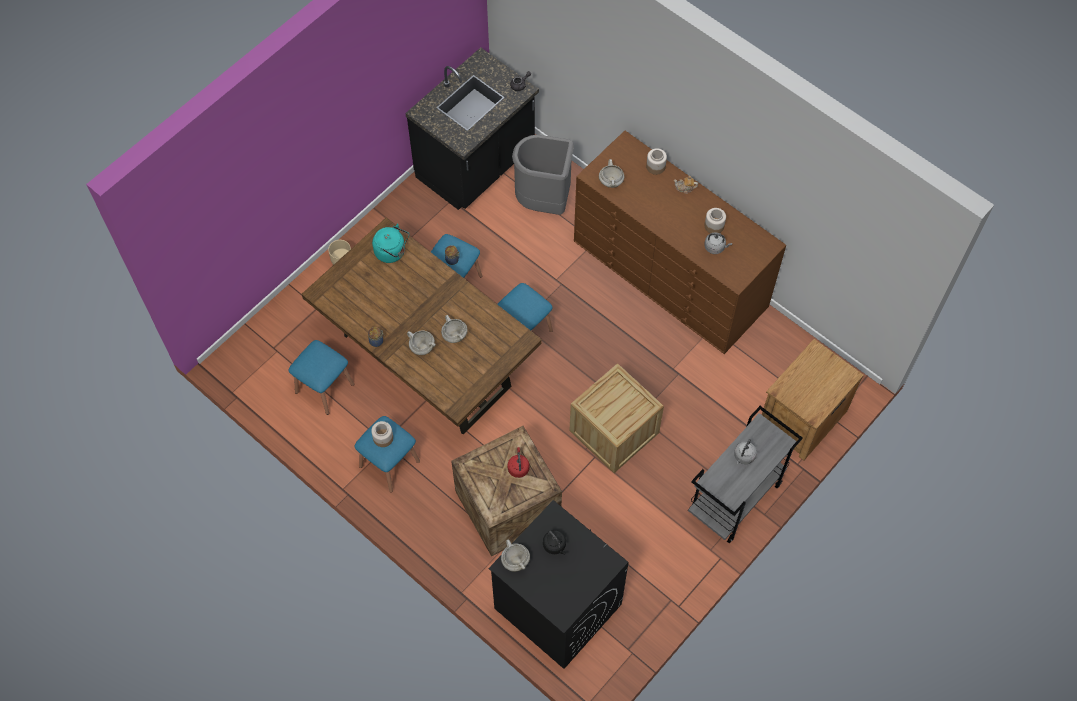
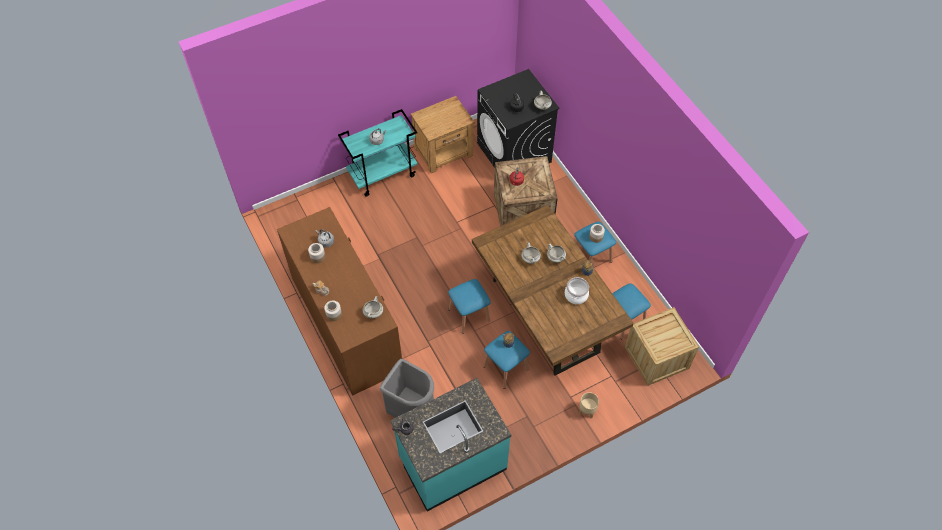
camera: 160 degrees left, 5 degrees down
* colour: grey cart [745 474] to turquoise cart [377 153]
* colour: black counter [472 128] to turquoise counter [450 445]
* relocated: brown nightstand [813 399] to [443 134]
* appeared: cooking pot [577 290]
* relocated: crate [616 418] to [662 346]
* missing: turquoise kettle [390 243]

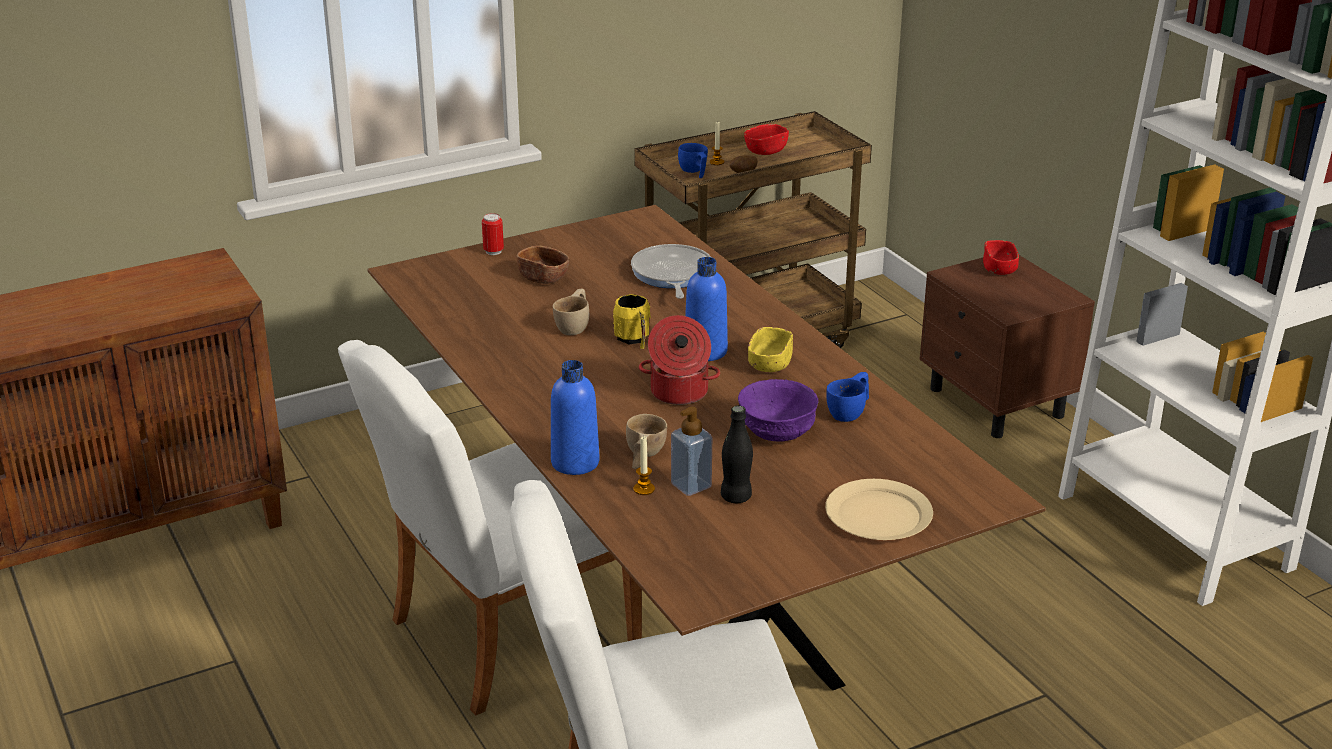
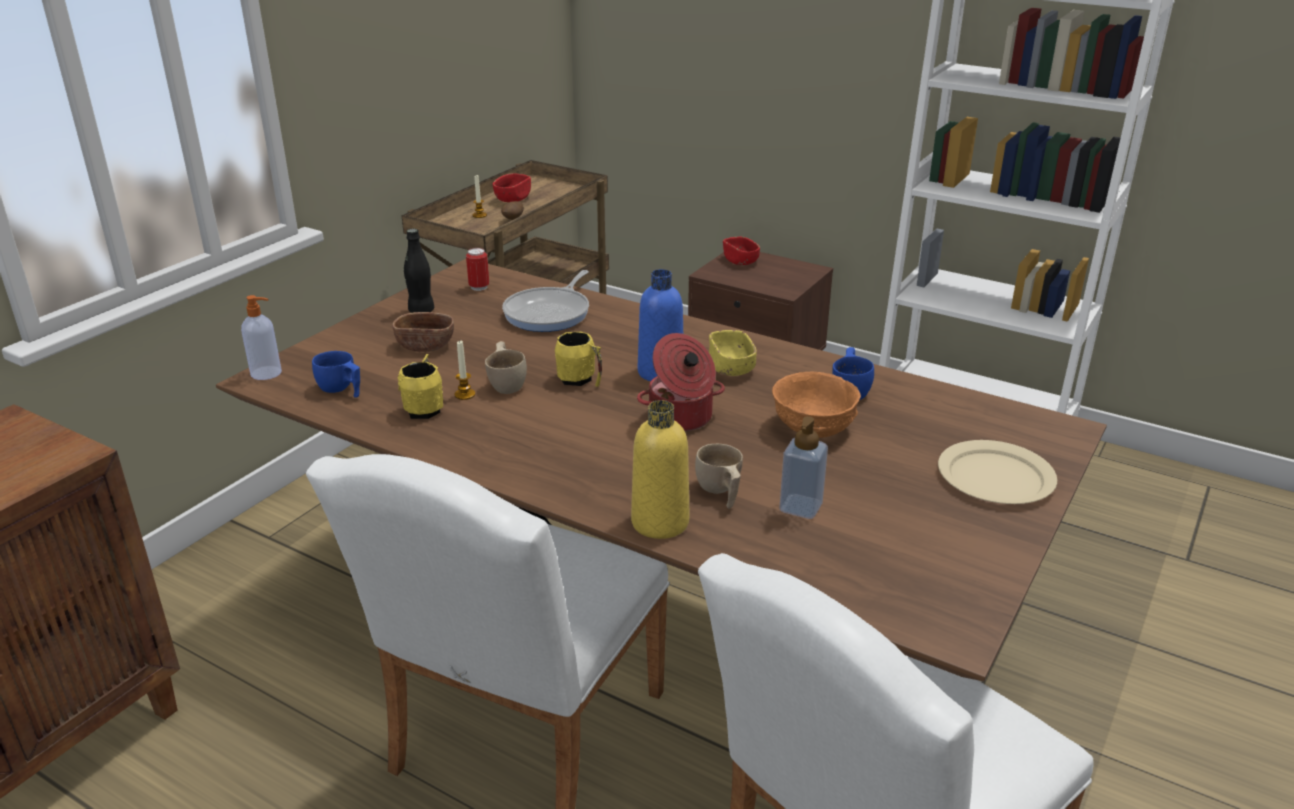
camera: 30 degrees left, 0 degrees up
* appeared: soap dispenser [261 337]
* relocated: blue cup [693 160] to [336 374]
* appeared: yellow mug [421 386]
* relocated: black bottle [737 454] to [419 271]
* relocated: candle [644 465] to [465 370]
* relocated: can [493 234] to [477 269]
* spun: frying pan [671 271] = [545 301] 120 degrees counterclockwise
* colour: blue bottle [575 417] to yellow bottle [660 469]
* colour: purple bowl [778 410] to orange bowl [816 405]

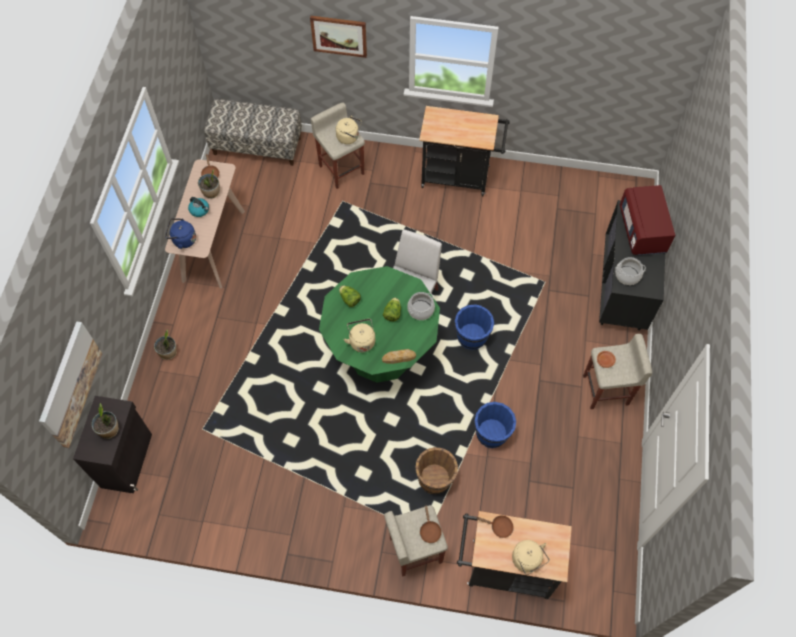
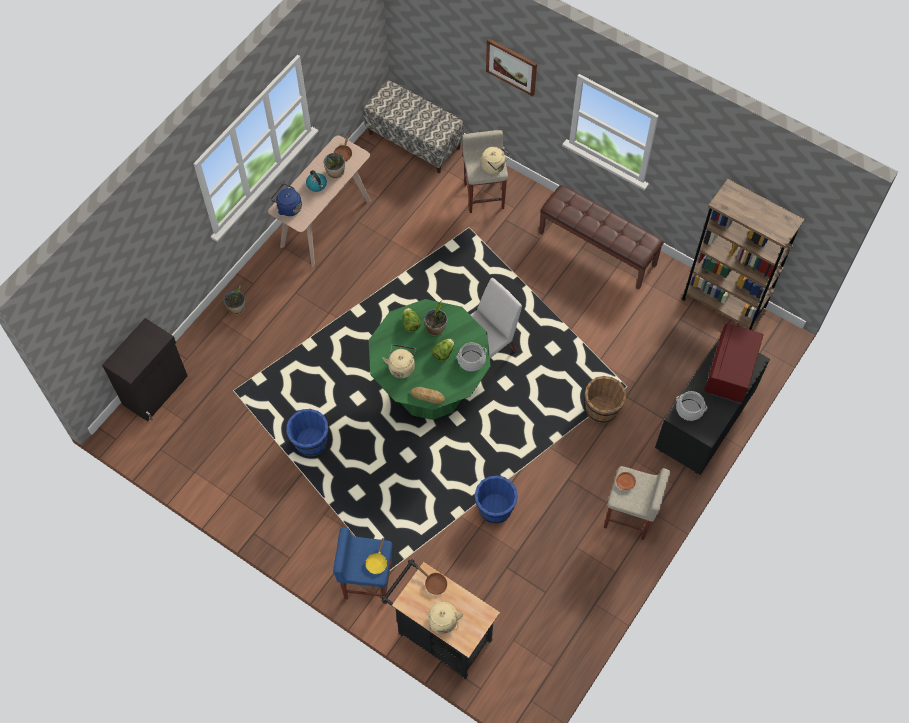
camera: 25 degrees right, 0 degrees up
* relocated: blue bucket [474 327] to [307 433]
* colour: beige stool [416 541] to blue stool [362 565]
* colour: brown frying pan [431 524] to yellow frying pan [376 556]
* relocated: potted plant [105 421] to [435 318]
* exchanged: black cart [464 151] to brown bench [601 237]
* relocated: brown bucket [436 470] to [605 400]
* appeared: brown bookcase [743 254]
* missing: picture [71 384]

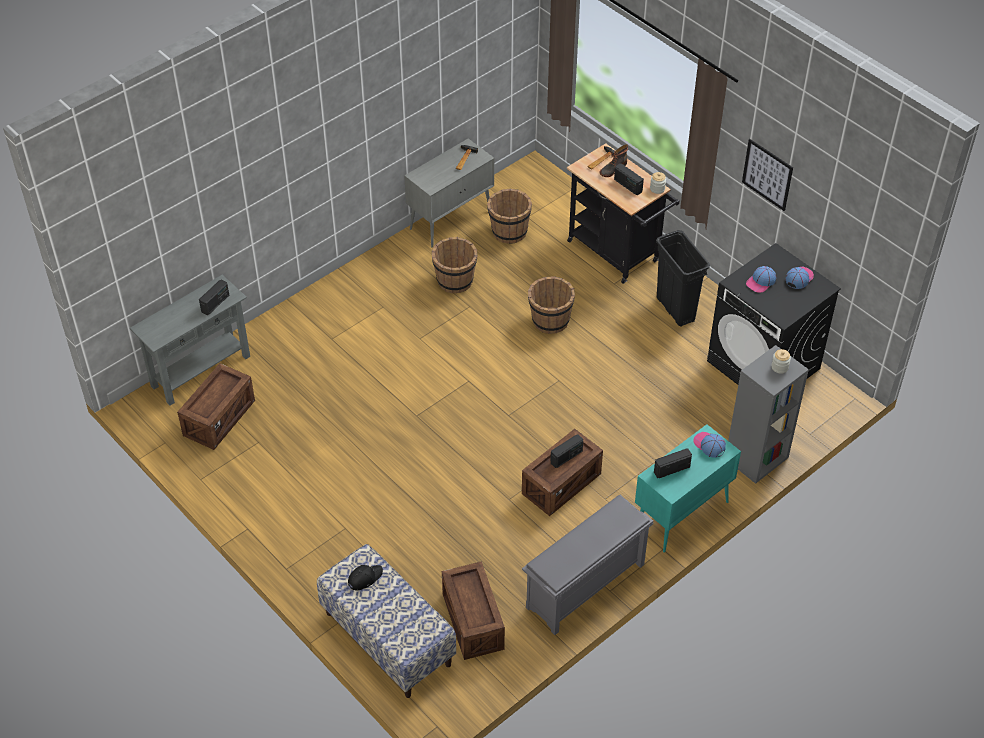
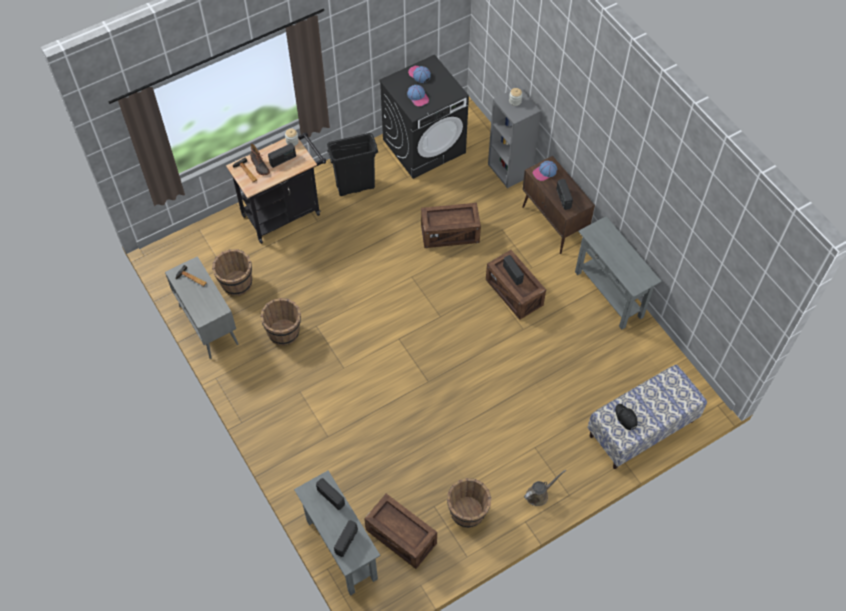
camera: 80 degrees left, 10 degrees up
* appeared: radio [346 538]
* relocated: crate [473 610] to [451 225]
* relocated: brown bucket [551 305] to [469 503]
* colour: turquoise cabinet [688 488] to brown cabinet [558 205]
* appeared: brown watering can [545 487]
* exchanged: grey shoe rack [587 565] to grey console table [618 272]
* missing: picture [767 175]

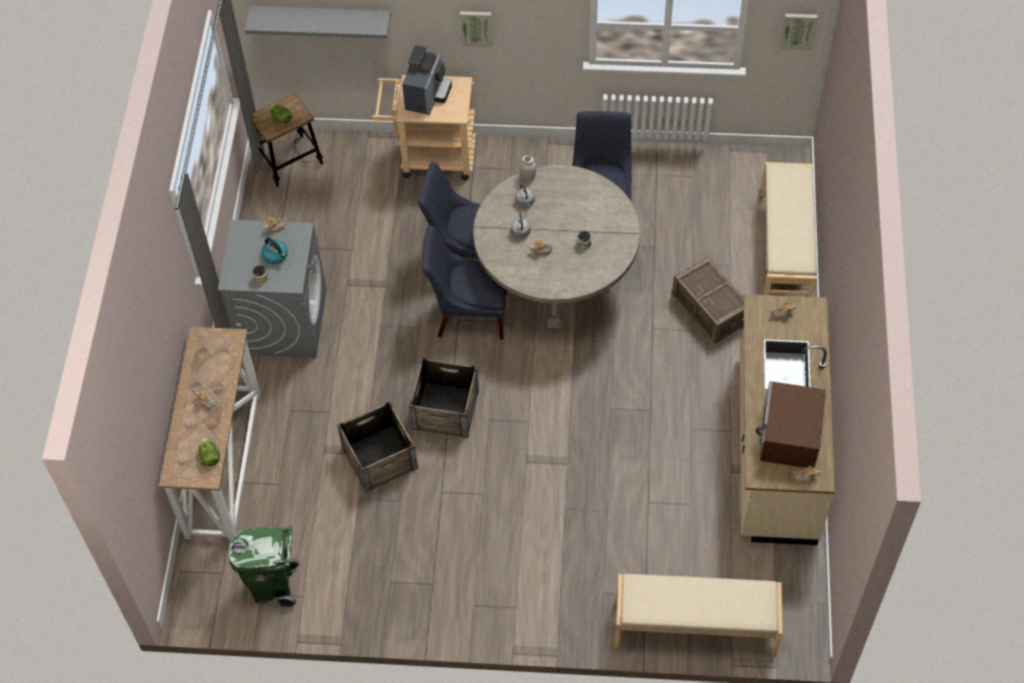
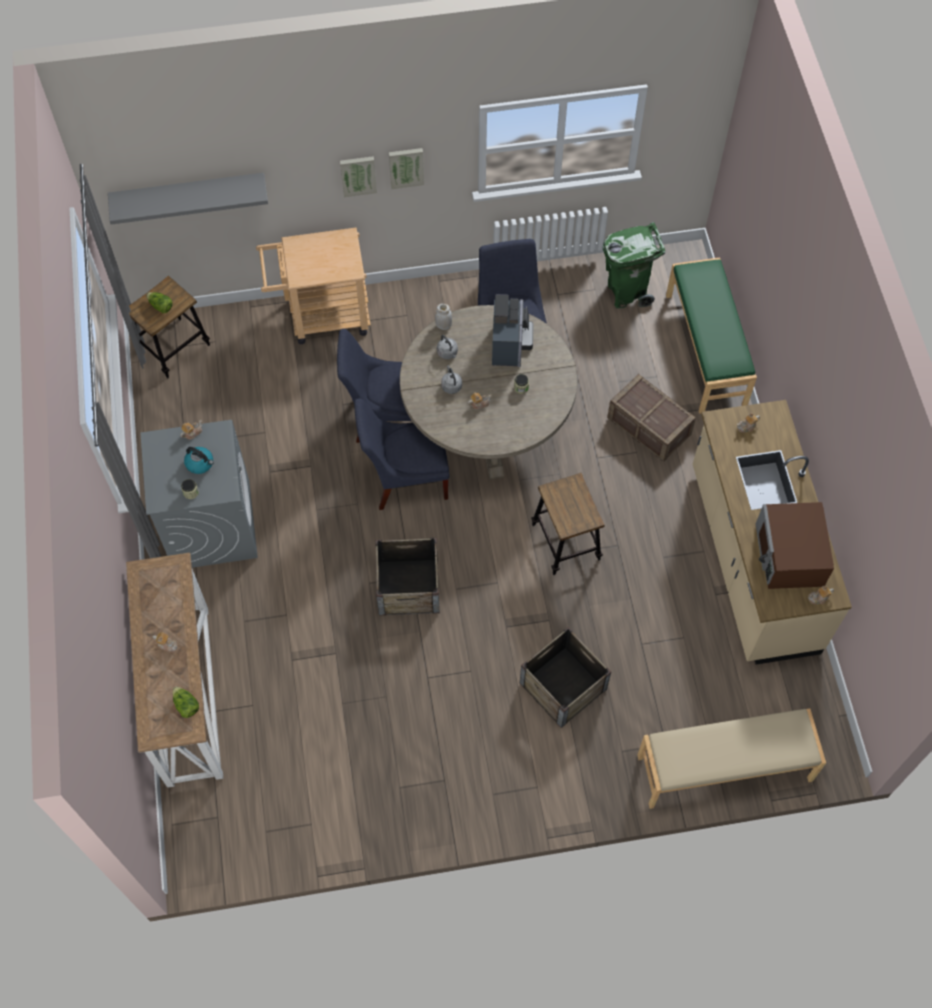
camera: 15 degrees left, 5 degrees up
* relocated: picture [798 31] to [406 168]
* relocated: coffee machine [427 80] to [513 330]
* relocated: crate [377 446] to [565 677]
* appeared: stool [568 524]
* relocated: green trash can [264 566] to [634 265]
* colour: beige bench [788 229] to green bench [711 335]

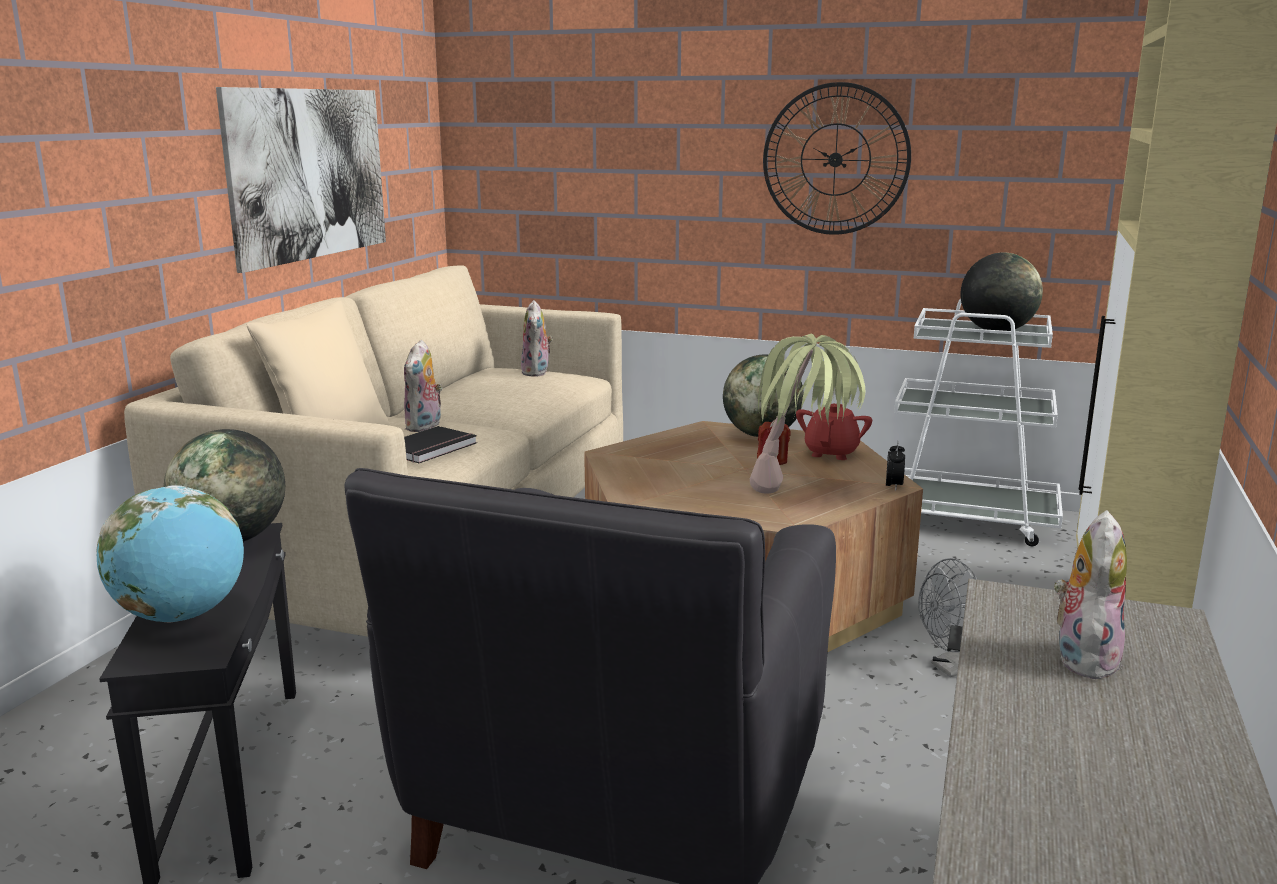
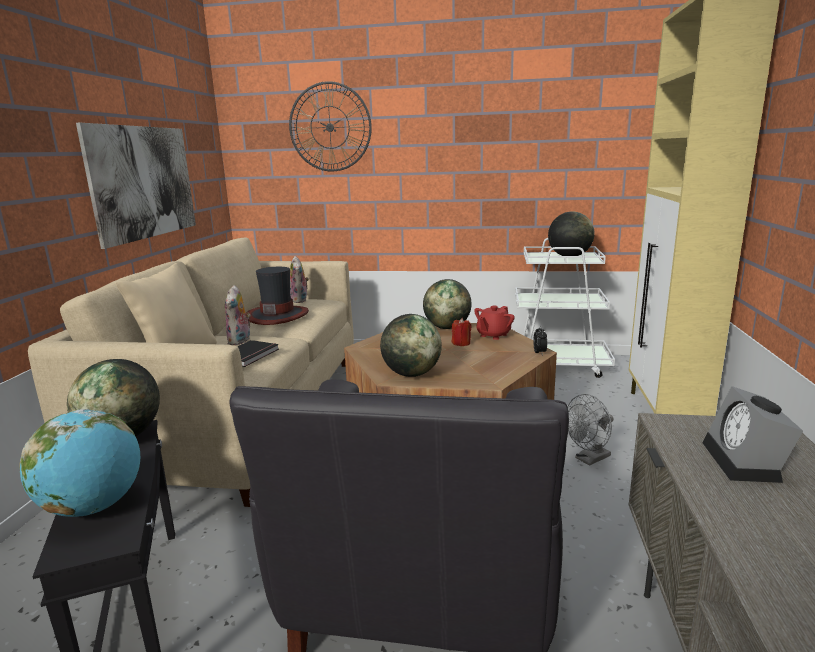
camera: 10 degrees left, 0 degrees up
* appeared: hat [278 296]
* relocated: wall clock [837 158] to [330 126]
* appeared: globe [411 345]
* spun: red teapot [834 432] = [494 323] 150 degrees counterclockwise
* exchanged: plush toy [1090 595] to alarm clock [753 434]
* missing: potted plant [807 413]

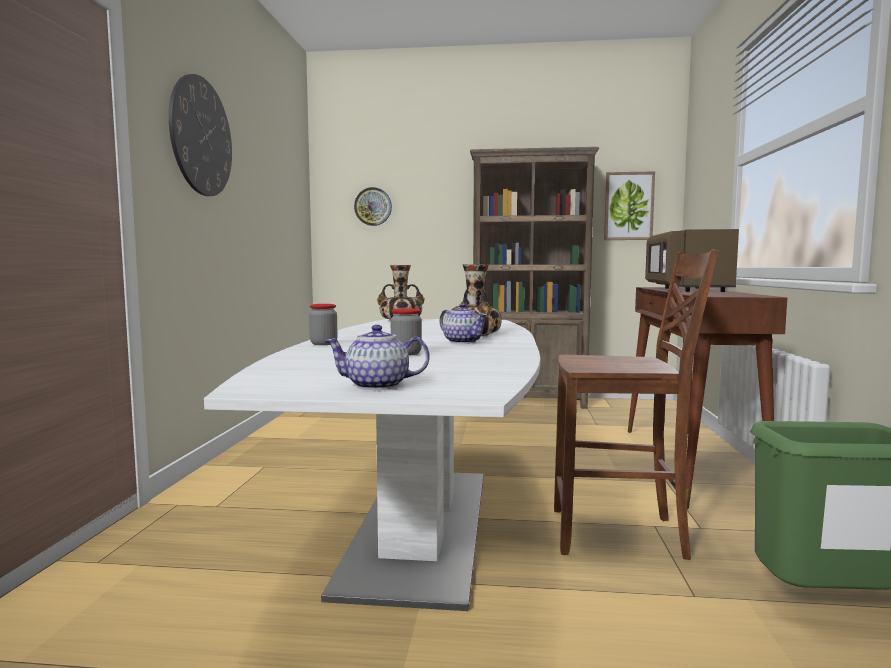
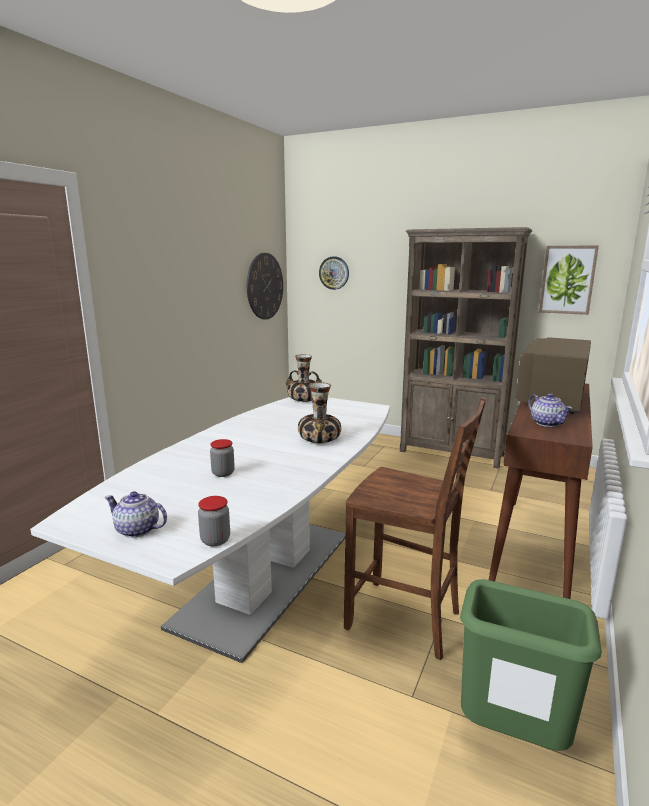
camera: 20 degrees right, 10 degrees up
* relocated: jar [323 324] to [214 521]
* relocated: wall clock [200 135] to [265 286]
* relocated: teapot [463 323] to [550 410]

